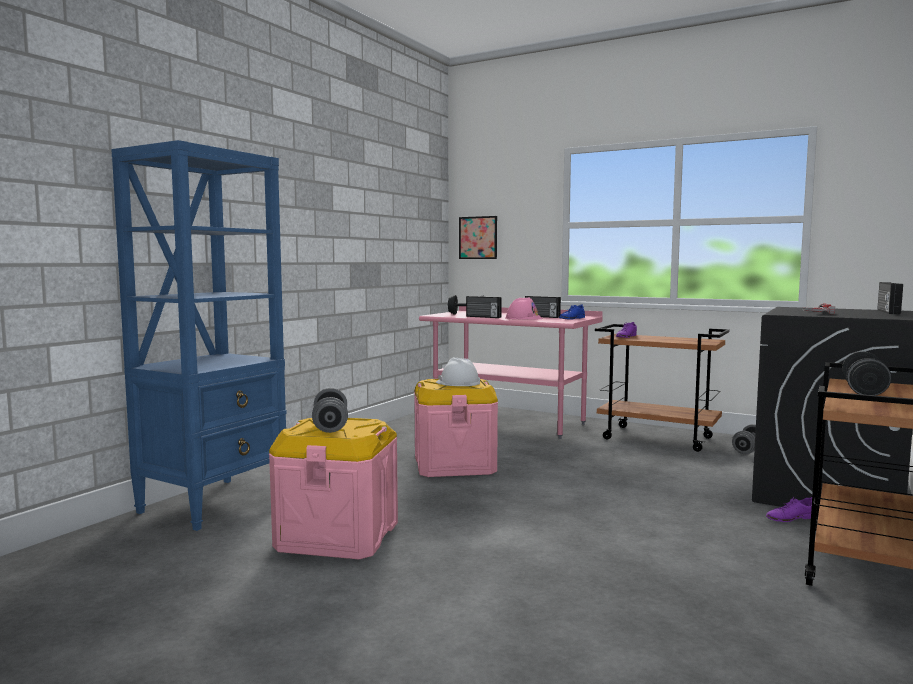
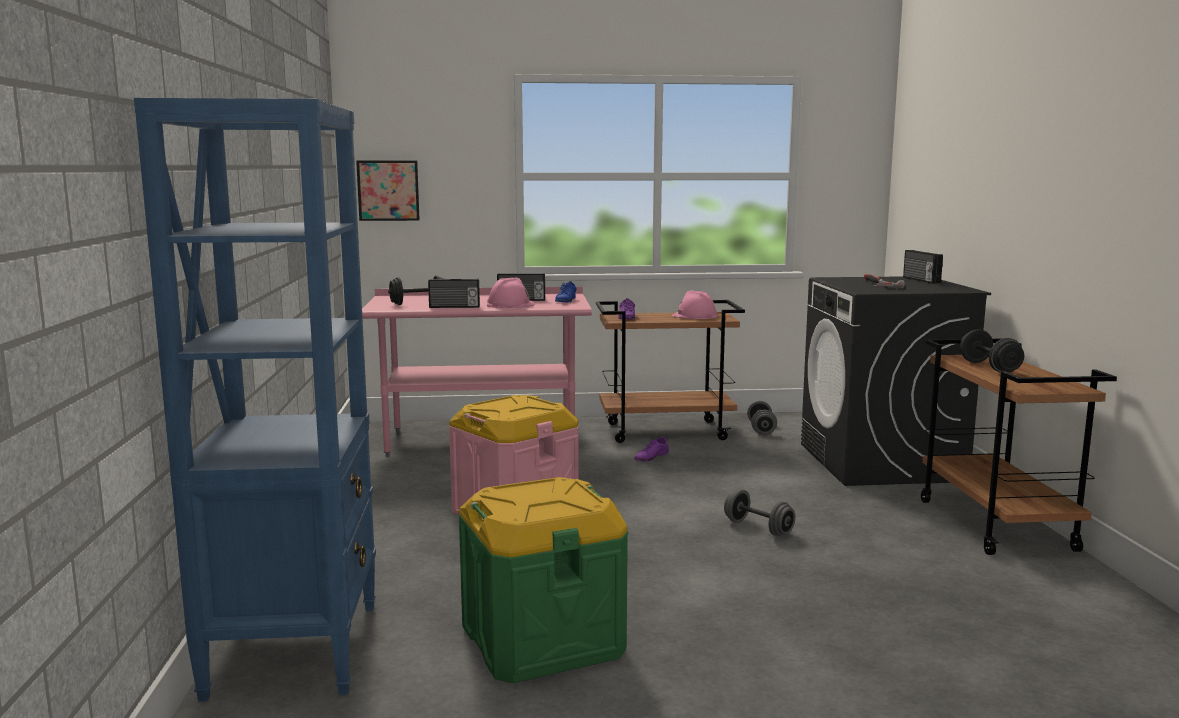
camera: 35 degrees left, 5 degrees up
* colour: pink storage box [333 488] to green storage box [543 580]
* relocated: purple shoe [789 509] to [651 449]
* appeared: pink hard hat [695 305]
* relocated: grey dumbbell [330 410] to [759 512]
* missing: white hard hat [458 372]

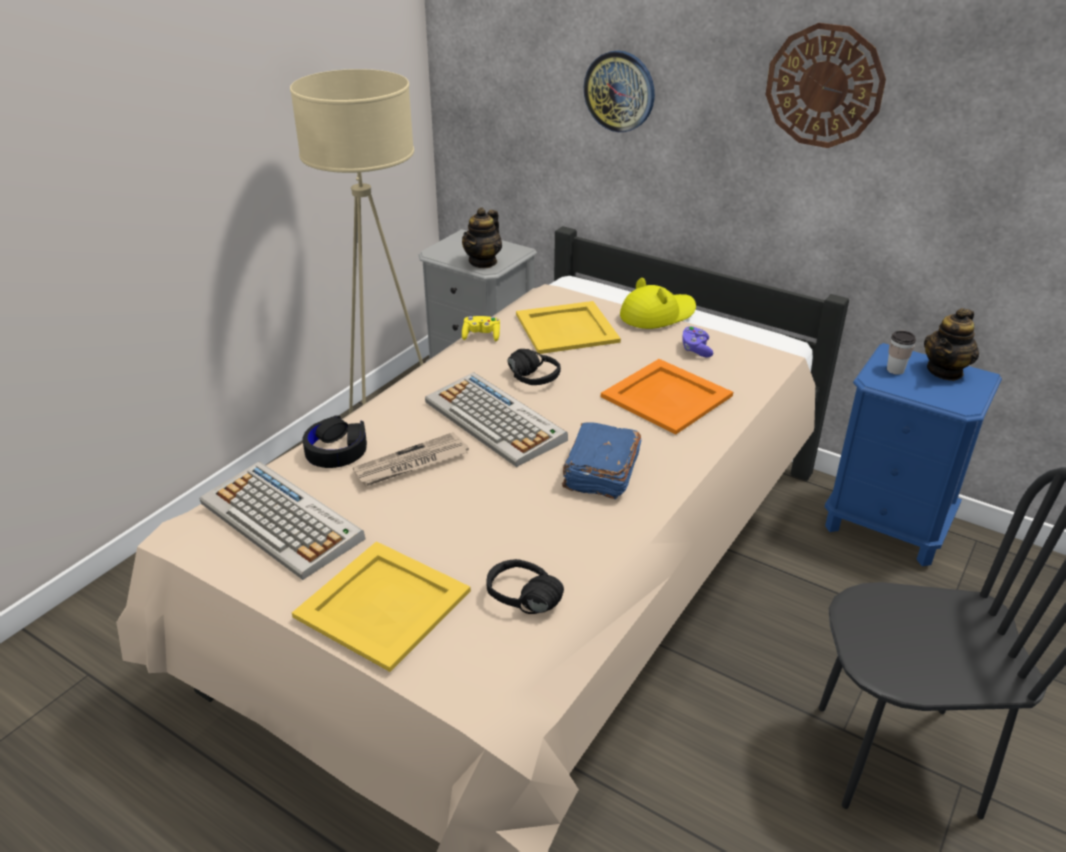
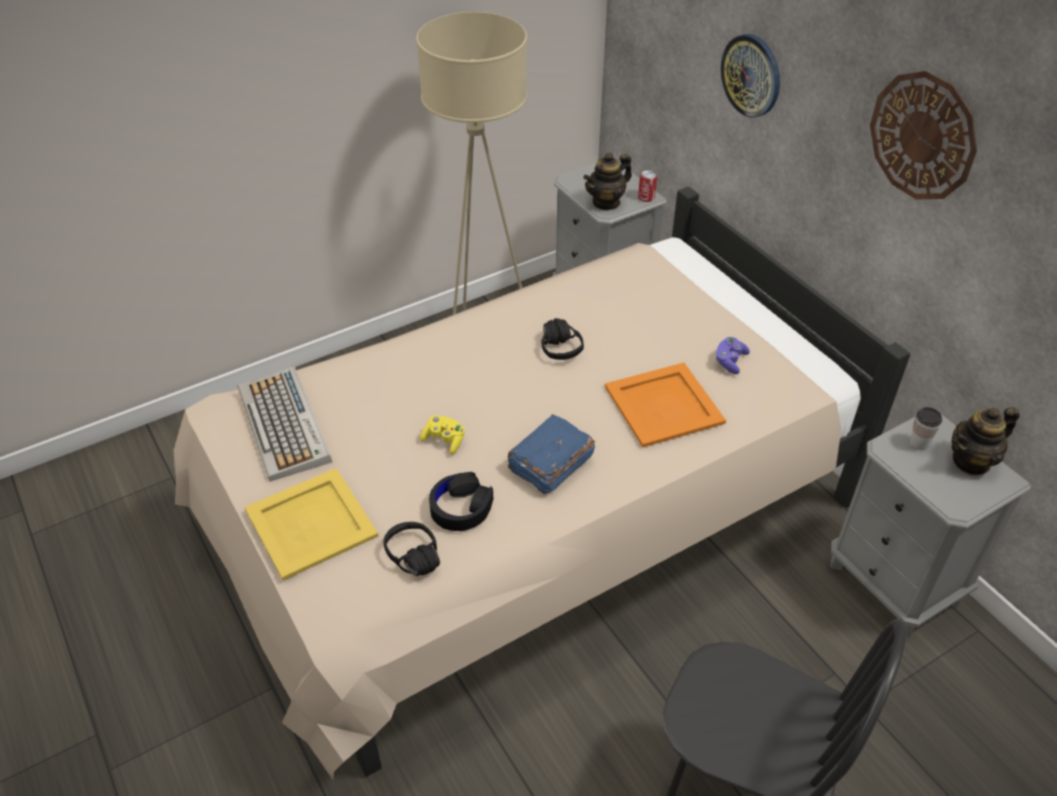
camera: 25 degrees right, 10 degrees up
* relocated: yellow game controller [481 329] to [442 435]
* relocated: black headphones [334 441] to [461 501]
* appeared: can [647 186]
* colour: blue nightstand [913 454] to grey nightstand [931 526]
* missing: newspaper [411 459]
* missing: keyboard [496 419]
* missing: yellow tray [568 327]
* missing: yellow hat [658 303]

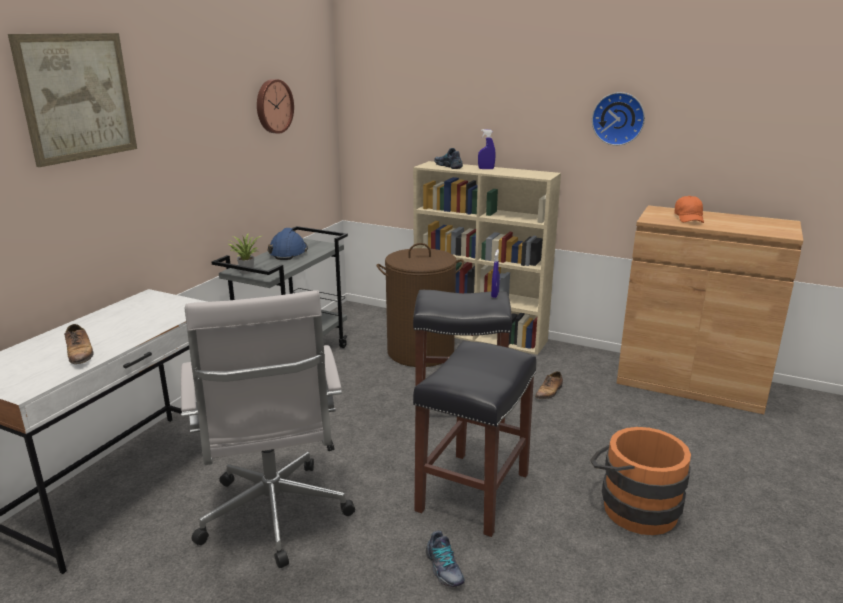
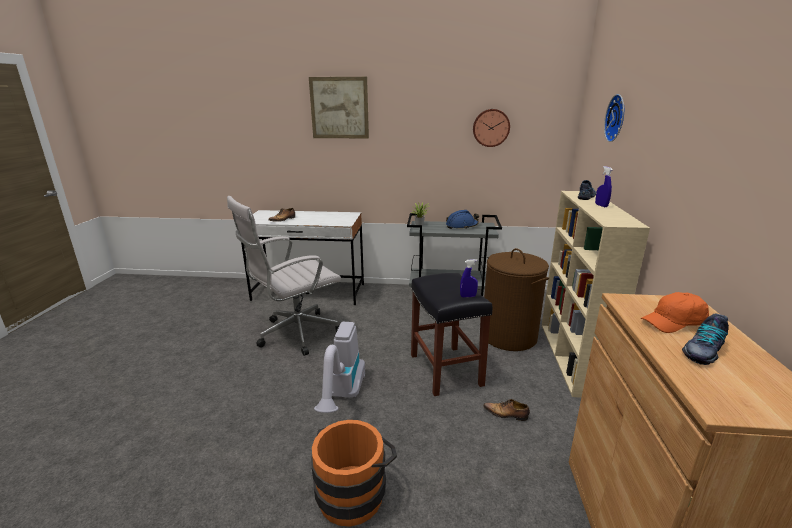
camera: 70 degrees right, 0 degrees up
* exchanged: black stool [474 439] to vacuum cleaner [339 367]
* relocated: wall clock [618 119] to [614 118]
* relocated: shoe [445 559] to [705 339]

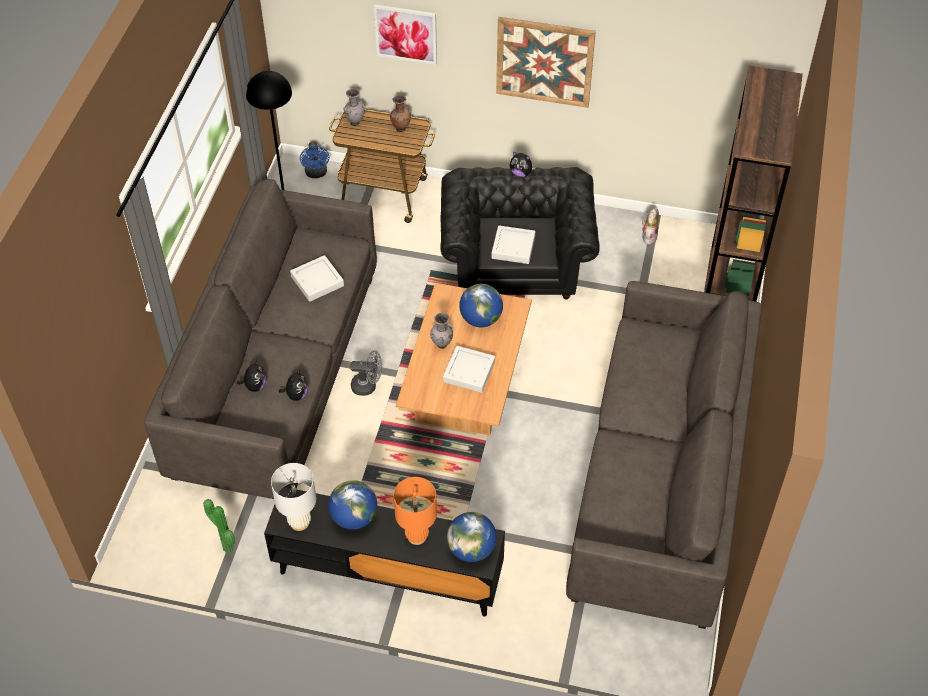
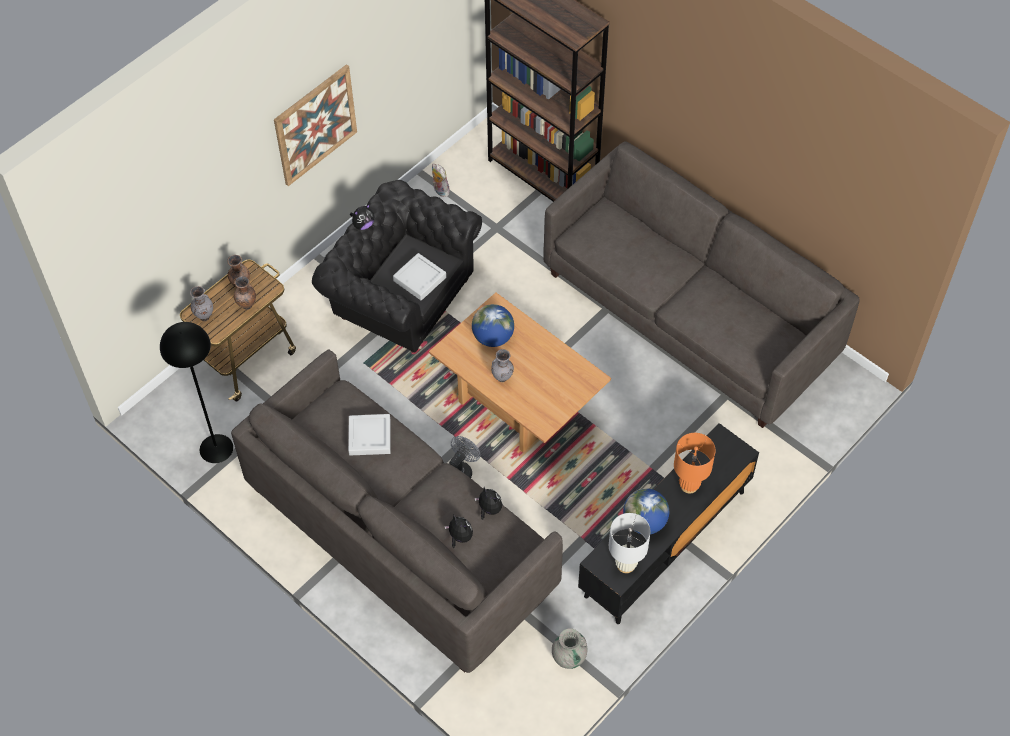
camera: 60 degrees left, 5 degrees up
* appeared: brown vase [245 293]
* exchanged: potted plant [219 526] to grey vase [570 648]
* missing: blue fan [314 159]
* missing: picture [405 35]
* missing: grey tray [469 369]
* missing: globe [472 537]

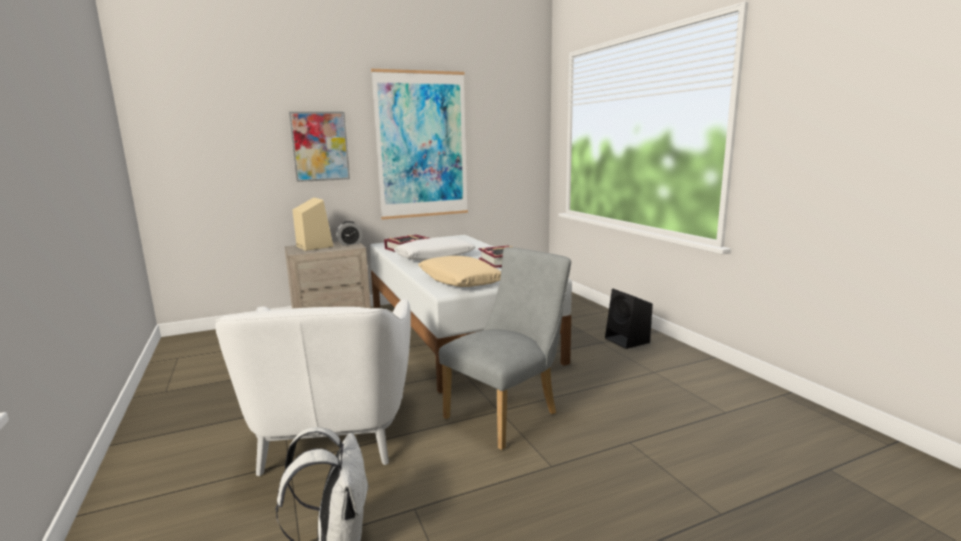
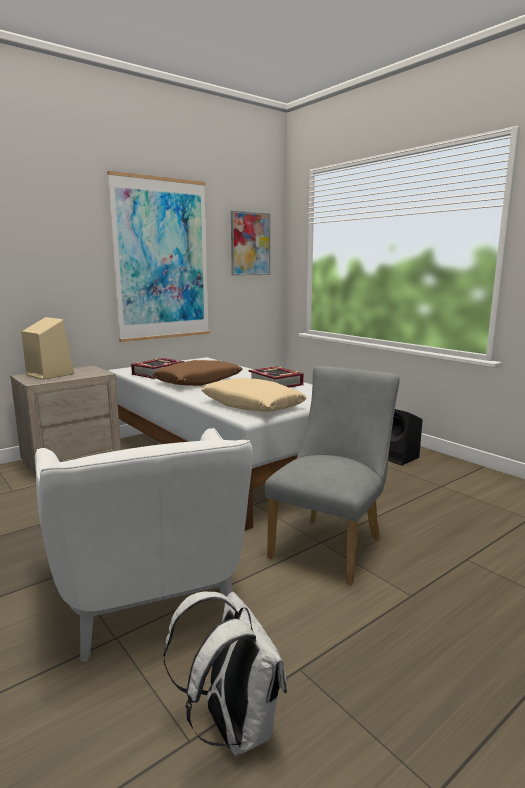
camera: 15 degrees left, 0 degrees up
* colour: white pillow [434 249] to brown pillow [198 373]
* relocated: picture [319 147] to [250 243]
* missing: alarm clock [349 233]

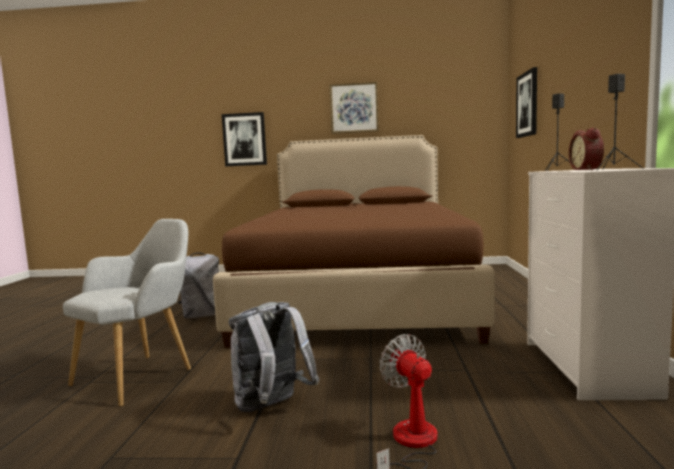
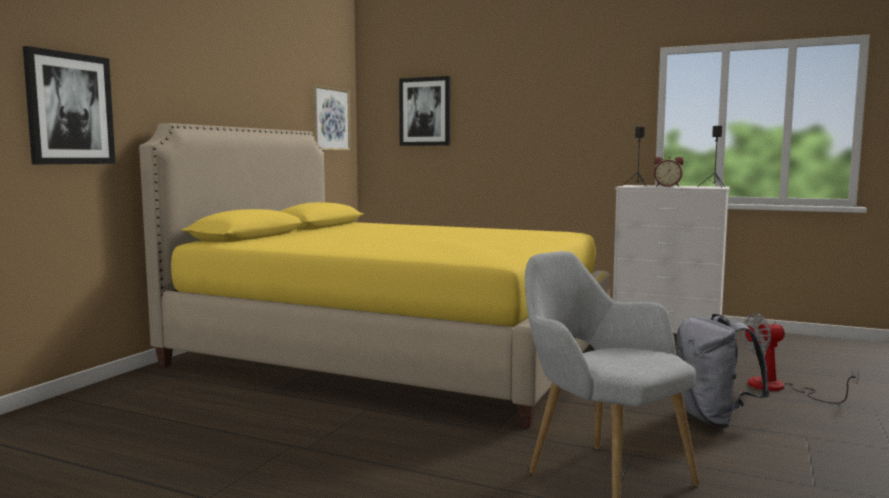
camera: 70 degrees left, 0 degrees up
* colour: brown bed [354 241] to yellow bed [374 275]
* relocated: picture [354 108] to [331 118]
* missing: grey backpack [198 285]

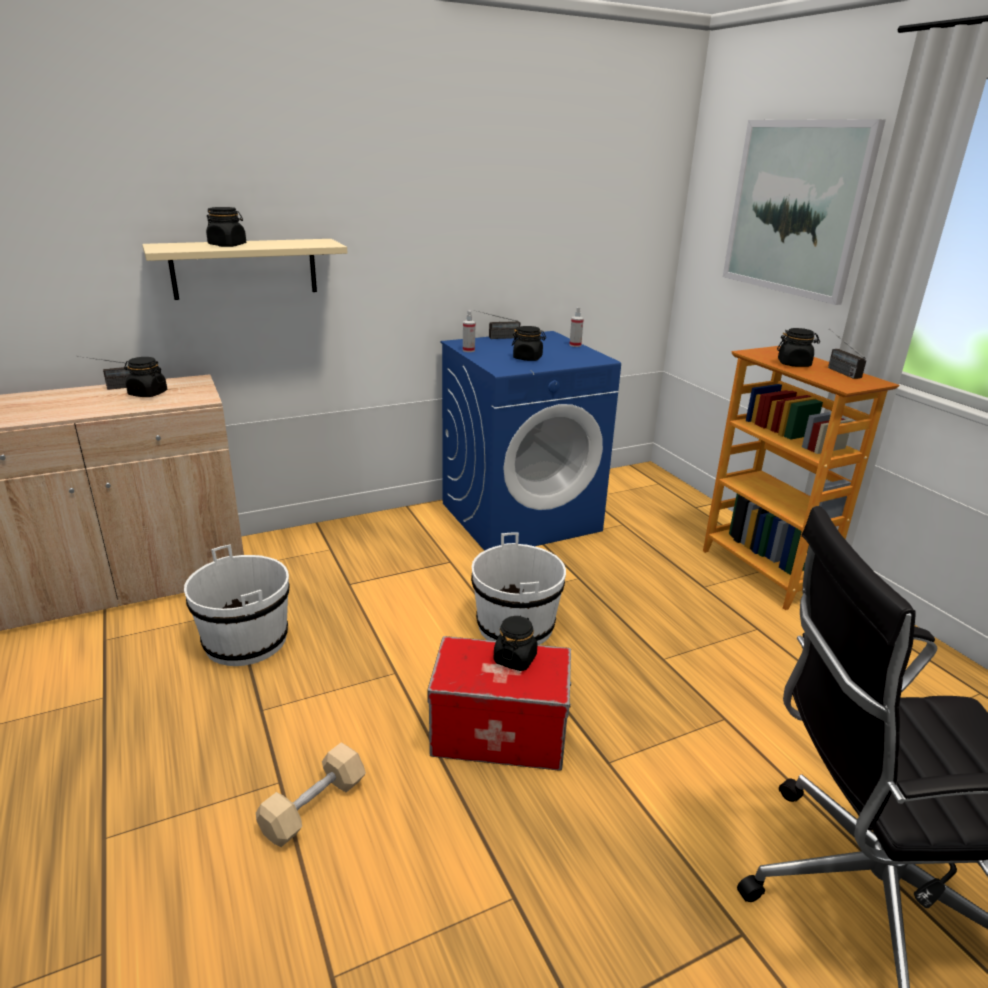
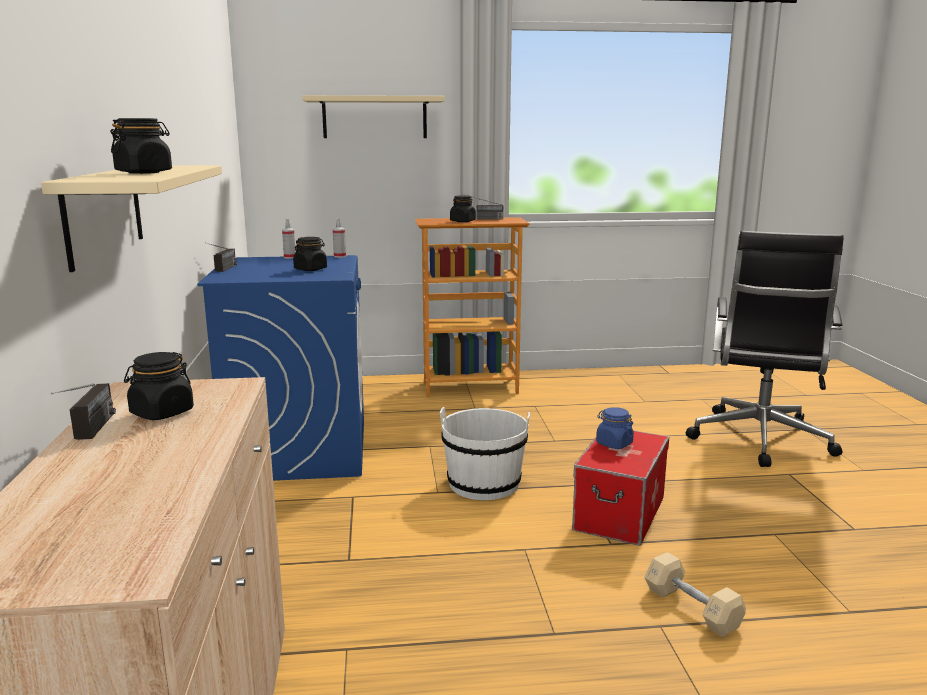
camera: 70 degrees left, 10 degrees down
* exchanged: picture [804 212] to beige shelf [373 116]
* relocated: spray bottle [469 331] to [339 238]
* colour: black jar [515 643] to blue jar [615 428]
* missing: white bucket [237 605]

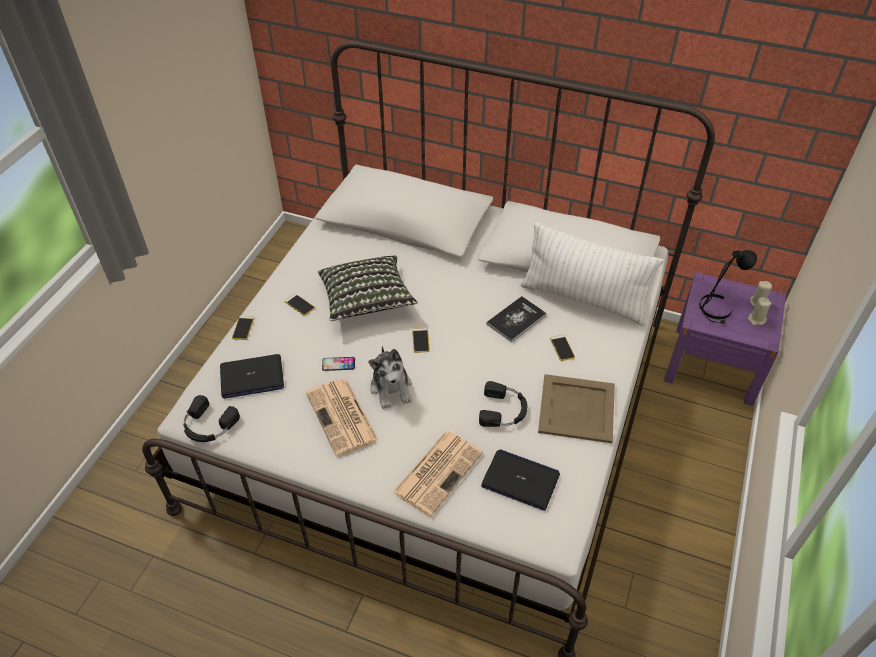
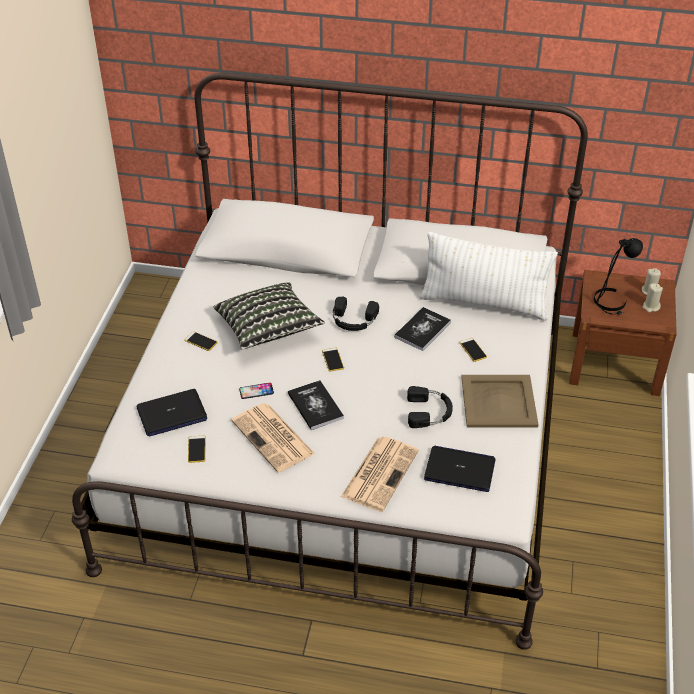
camera: 10 degrees left, 5 degrees down
* relocated: phone [243 328] to [197 449]
* exchanged: plush toy [390 377] to book [316 405]
* relocated: black headphones [211 418] to [356 313]
* colour: purple nightstand [725 339] to brown nightstand [623 333]

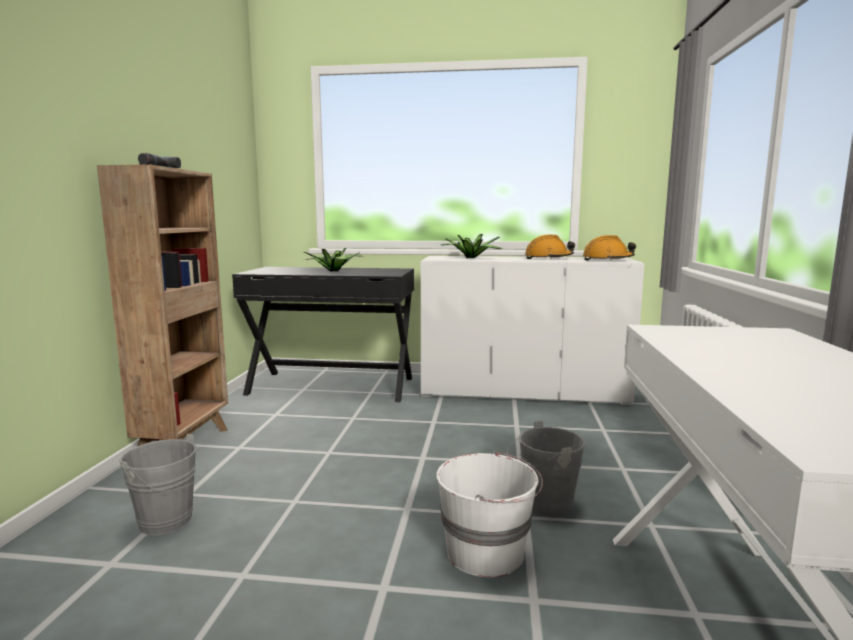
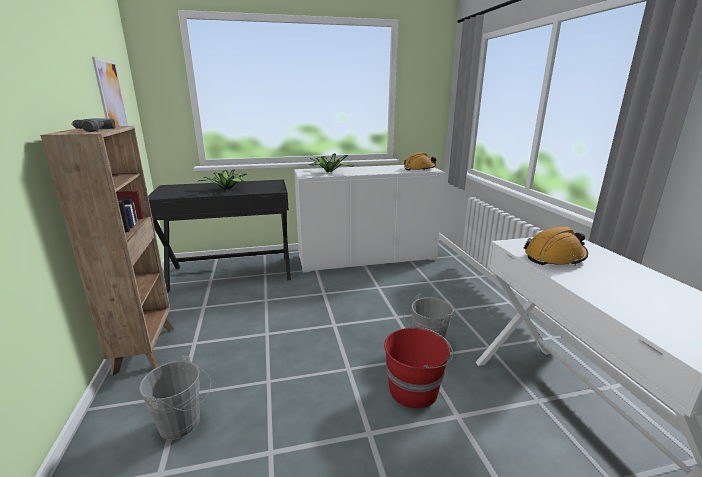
camera: 20 degrees left, 10 degrees up
* appeared: picture [110 91]
* colour: white bucket [489 514] to red bucket [418 367]
* relocated: orange hard hat [550 247] to [556 246]

